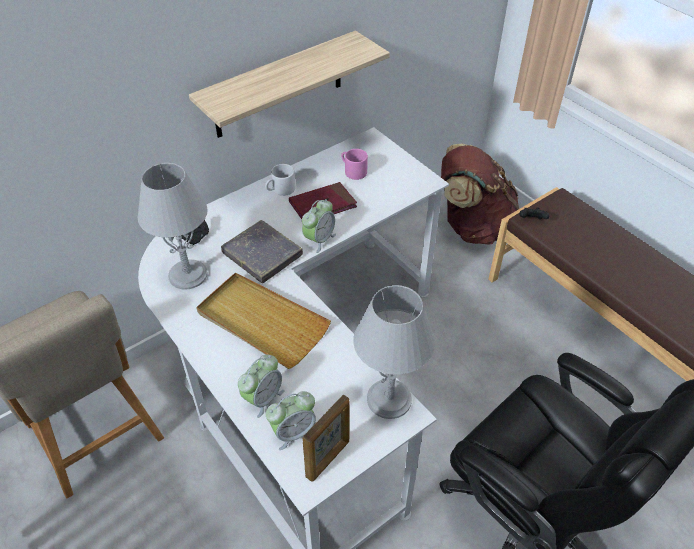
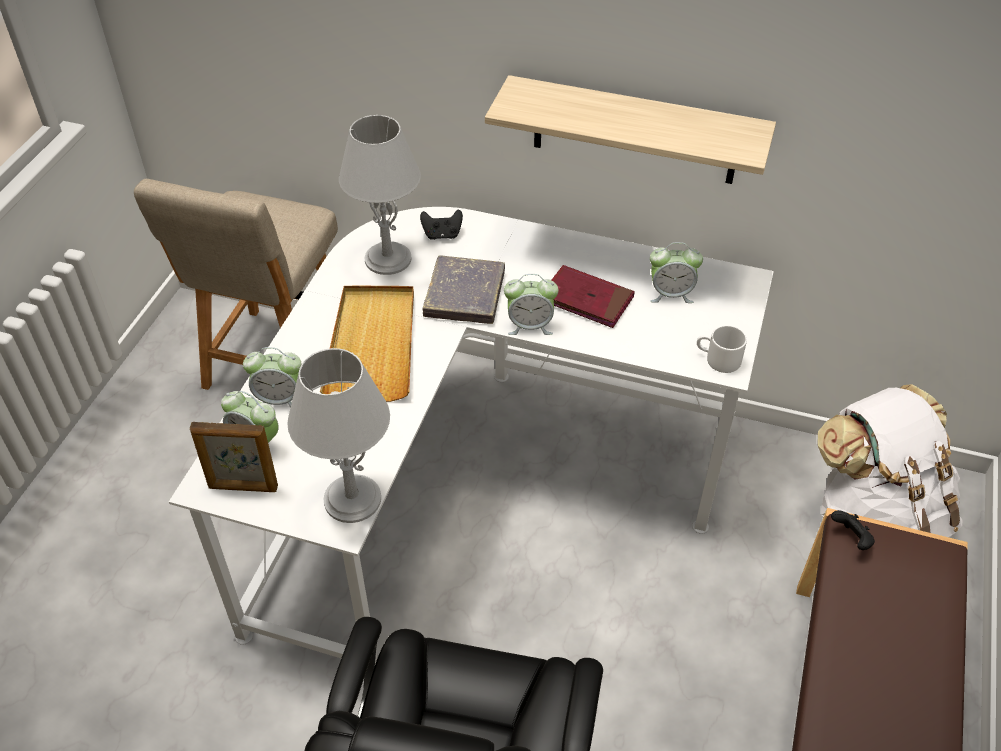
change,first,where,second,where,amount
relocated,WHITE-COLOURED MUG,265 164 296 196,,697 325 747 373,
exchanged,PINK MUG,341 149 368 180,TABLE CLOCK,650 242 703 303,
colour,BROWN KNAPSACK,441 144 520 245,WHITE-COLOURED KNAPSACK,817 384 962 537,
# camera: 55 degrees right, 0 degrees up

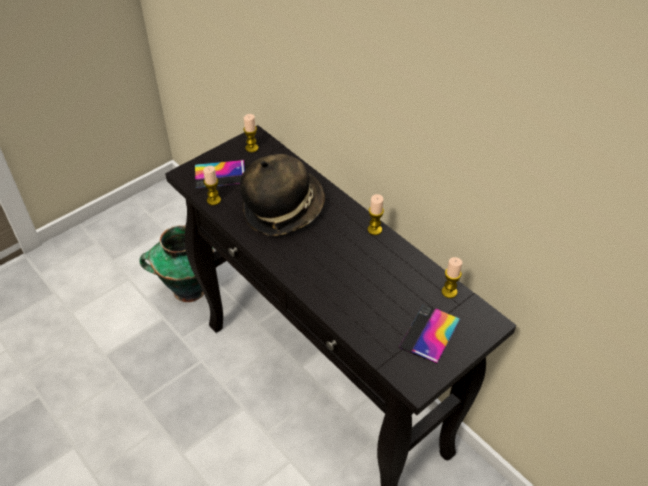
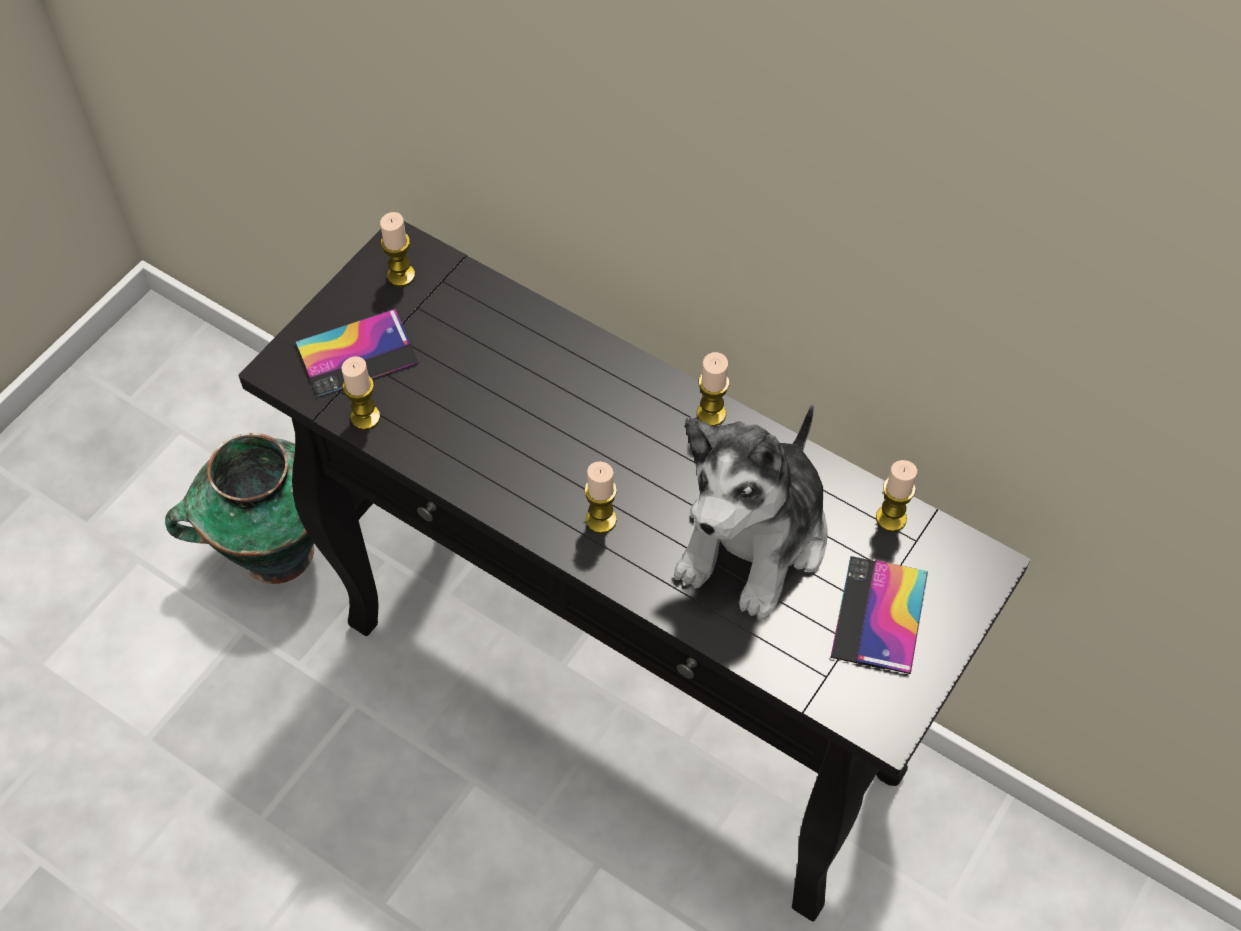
change,first,where,second,where,amount
missing,HAT,240 154 325 236,,,
appeared,,,CANDLE,584 461 617 534,
appeared,,,CUDDLY TOY,674 404 828 620,
# camera: 15 degrees left, 10 degrees up

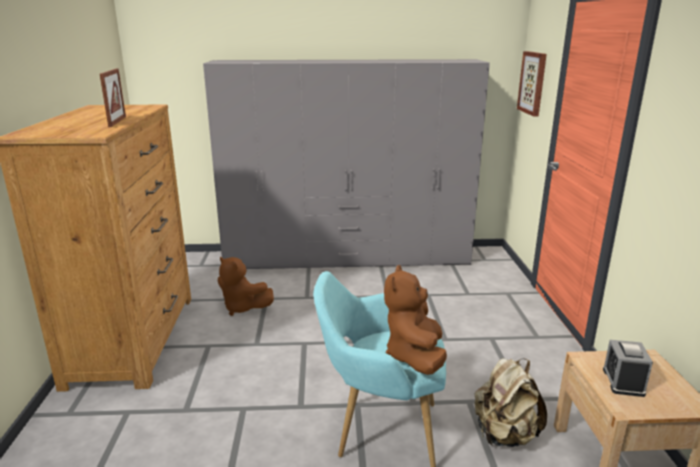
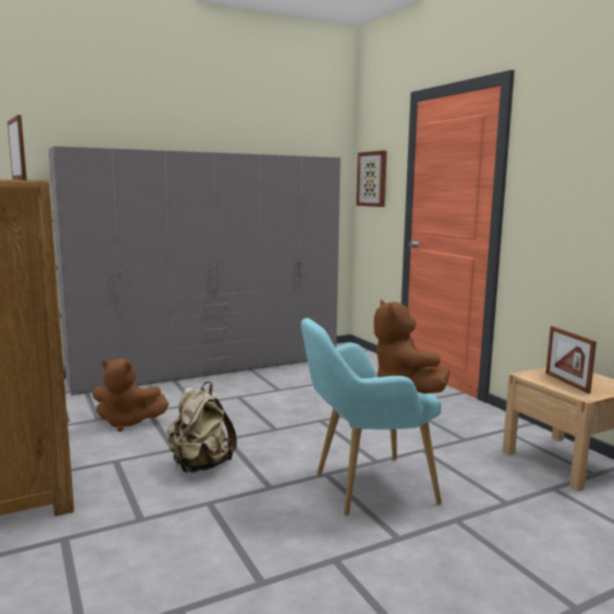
change,first,where,second,where,amount
relocated,SAND-COLOURED KNAPSACK,474 358 547 447,,167 382 237 473,
exchanged,TABLE CLOCK,603 340 653 397,PHOTO FRAME,546 326 597 394,
# camera: 25 degrees left, 10 degrees down

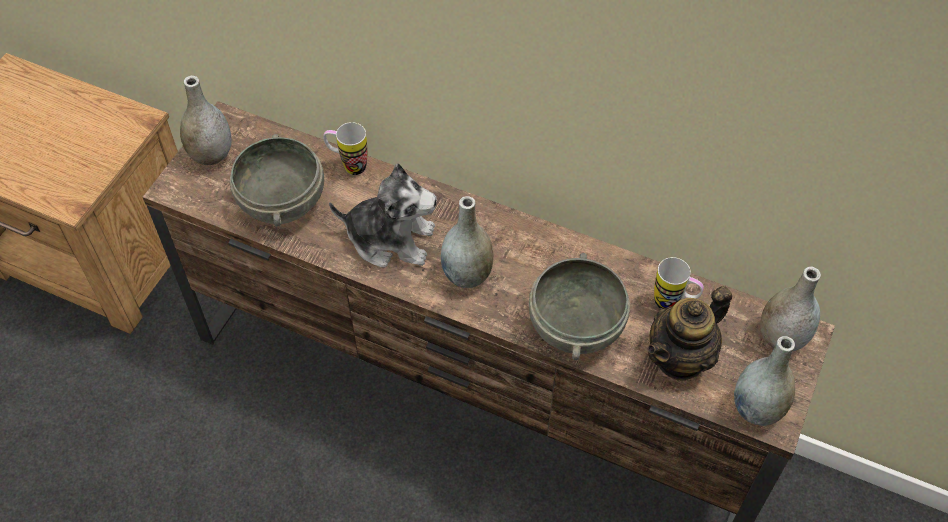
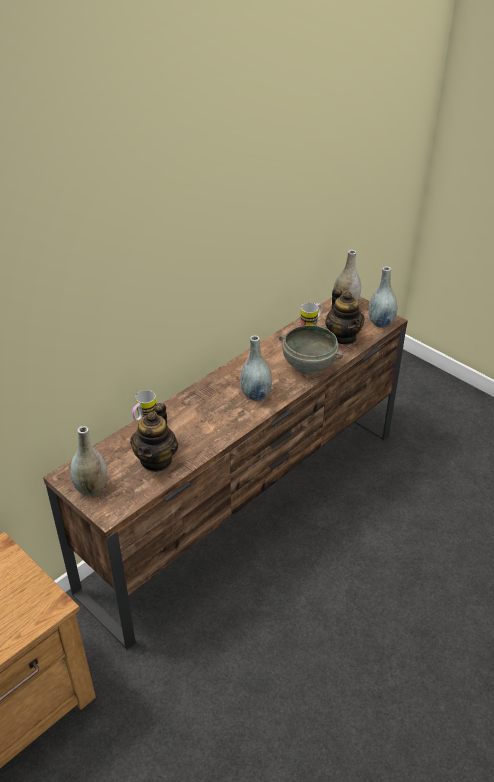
change,first,where,second,where,amount
missing,CUDDLY TOY,329 163 437 268,,,
exchanged,GREYISH SERVING BOWL,230 134 324 226,POT FOR TEA,130 403 178 472,
# camera: 70 degrees left, 15 degrees down

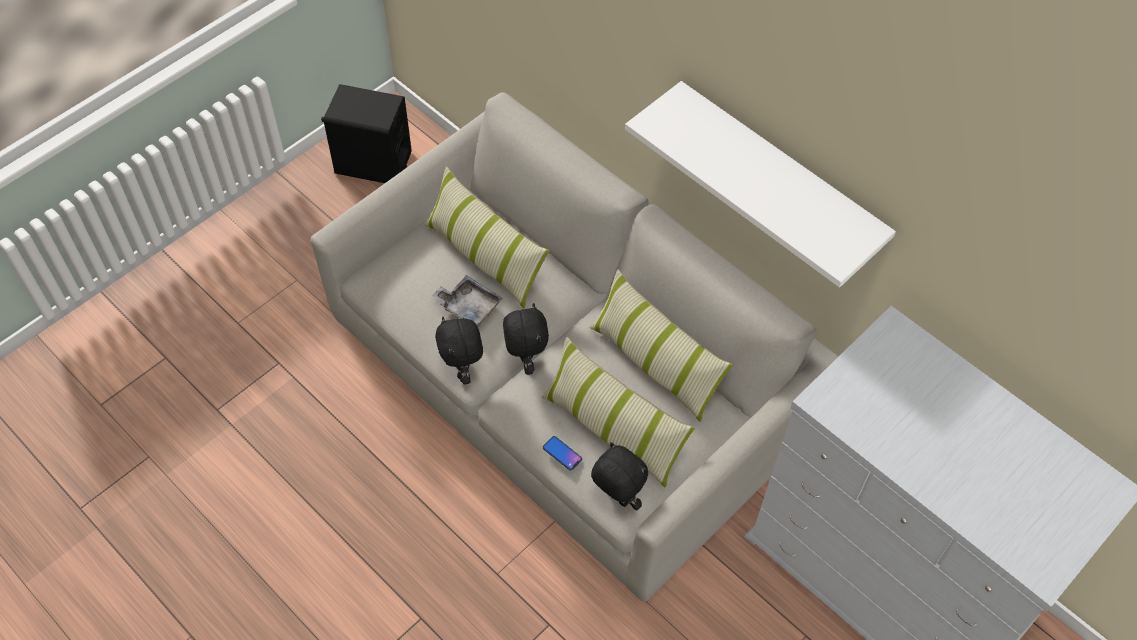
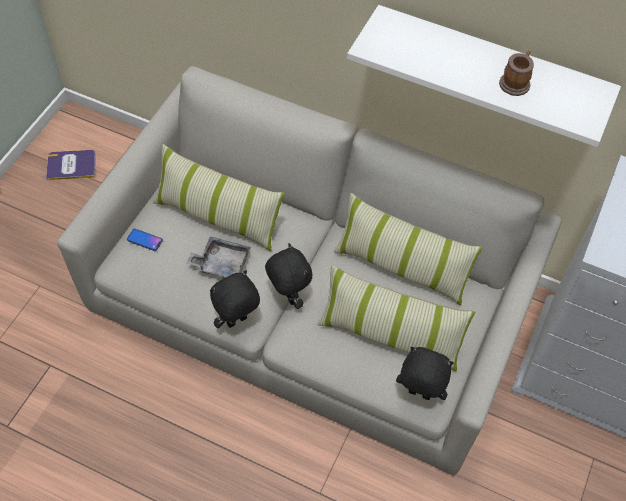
change,first,where,second,where,amount
appeared,,,MUG,499 51 534 96,
relocated,TELEPHONE,543 436 582 471,,127 229 163 251,
exchanged,BLACK SPEAKER,321 84 411 183,VOLUME,46 150 96 180,
spun,BLACK CUDDLY TOY,435 317 483 384,,210 270 260 328,90 degrees clockwise
# camera: 20 degrees left, 0 degrees up

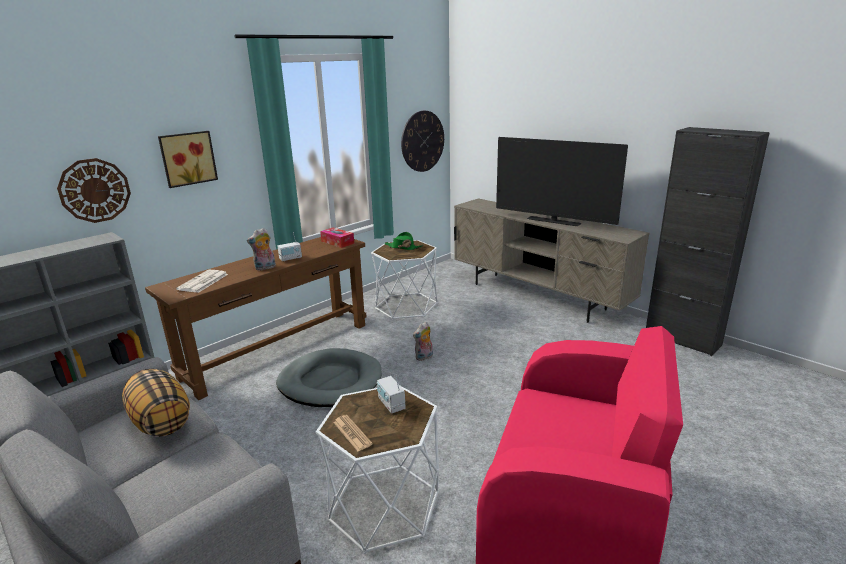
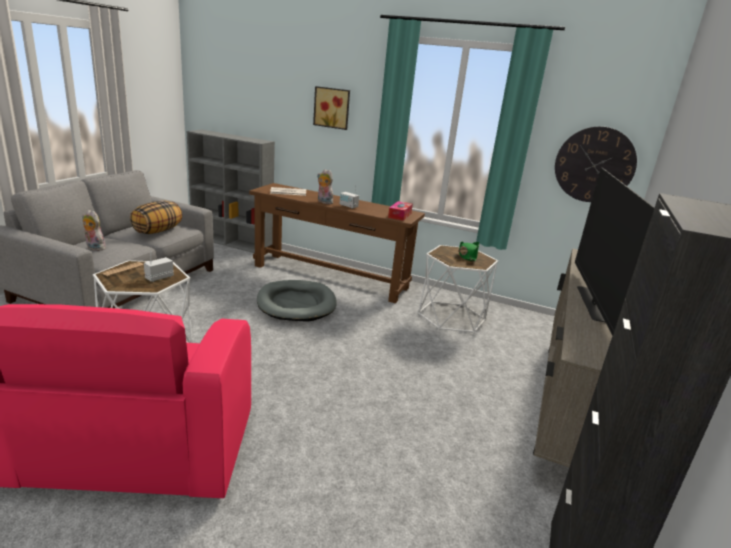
change,first,where,second,where,amount
missing,HANGING CLOCK,57 158 131 223,,,
relocated,CUDDLY TOY,413 322 433 361,,83 210 105 251,
# camera: 65 degrees right, 0 degrees up

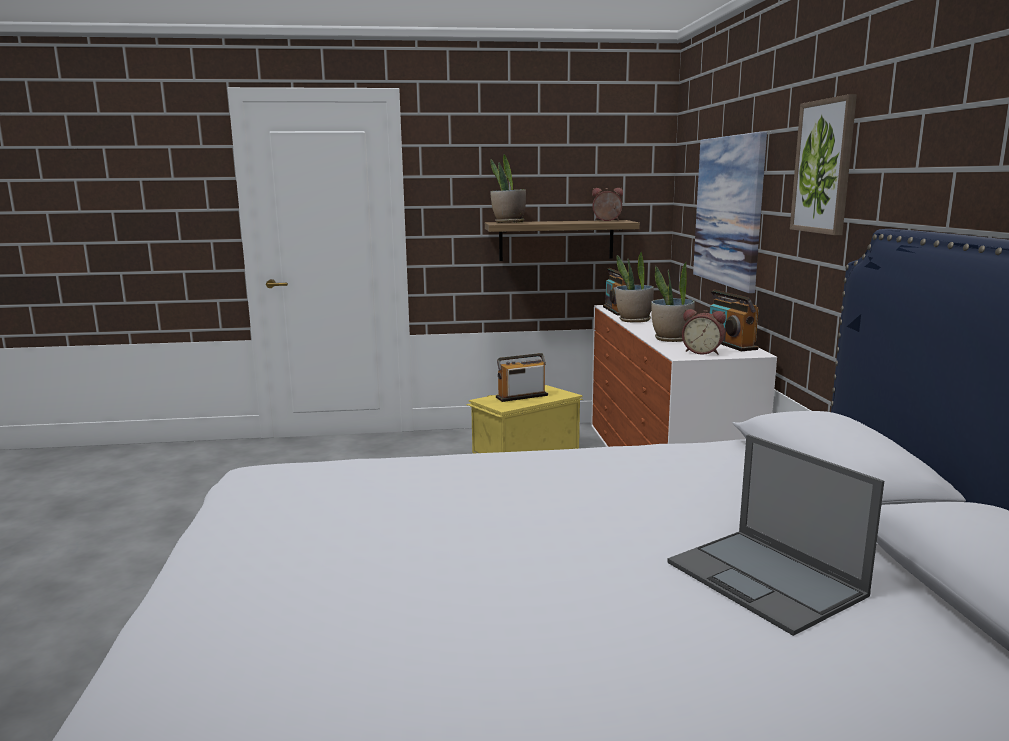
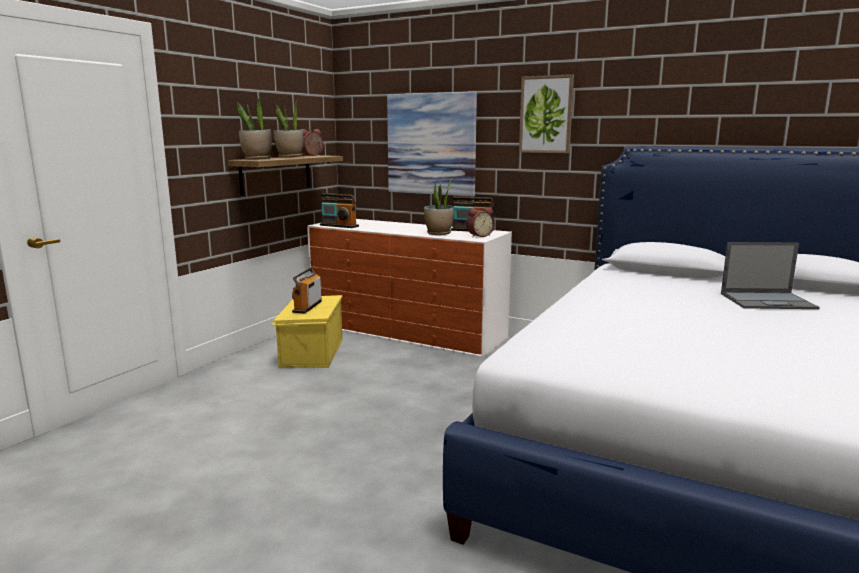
change,first,where,second,where,amount
relocated,PLANT IN A POT,616 251 654 323,,273 101 303 158,
# camera: 55 degrees left, 0 degrees up

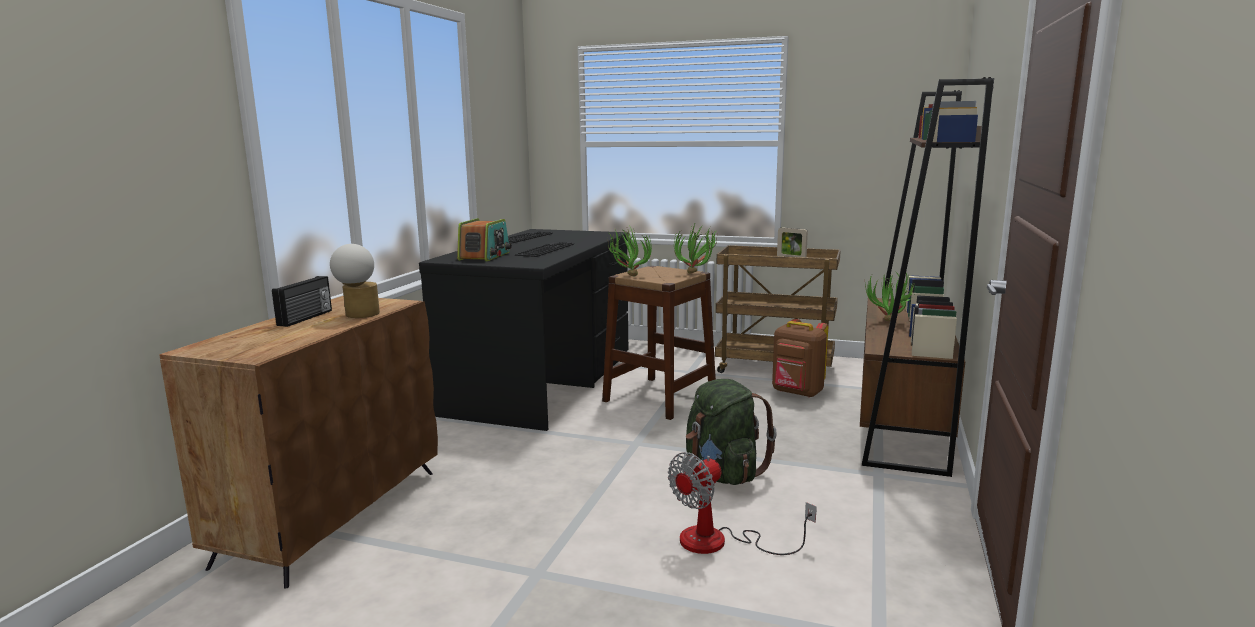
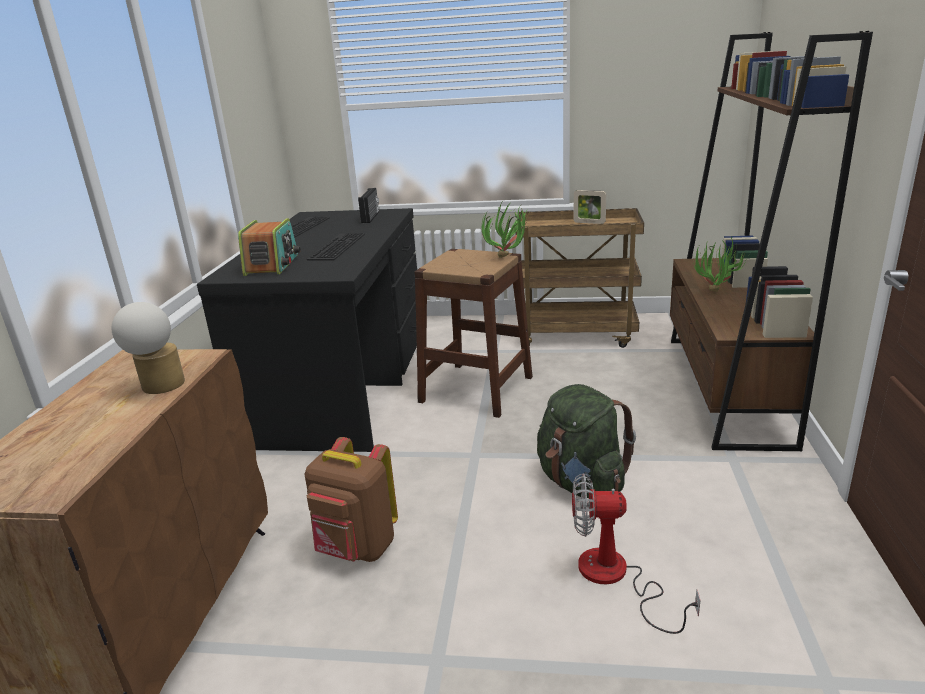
change,first,where,second,where,amount
missing,PLANT IN A POT,608 227 652 276,,,
relocated,RADIO RECEIVER,272 276 332 327,,358 188 379 223,
relocated,BROWN KNAPSACK,772 319 828 398,,304 437 398 562,
spun,COOLING FAN,668 452 817 555,,572 473 701 634,60 degrees clockwise
# camera: 10 degrees left, 10 degrees up

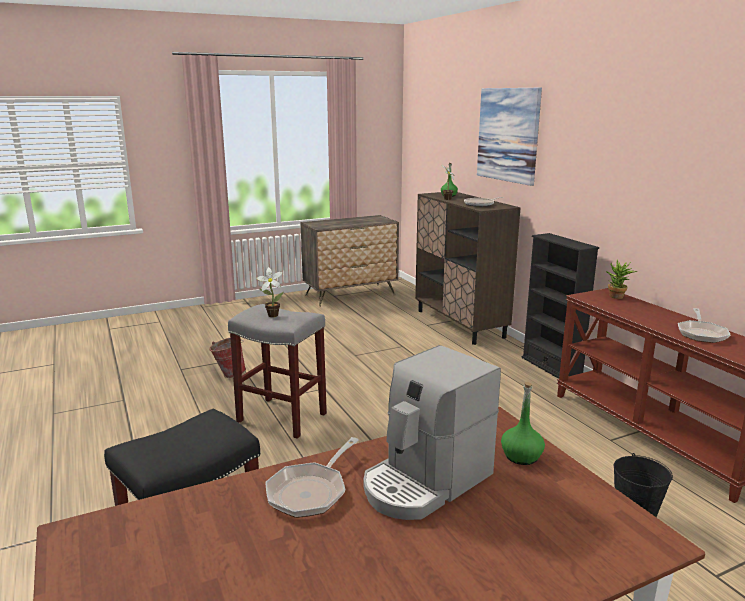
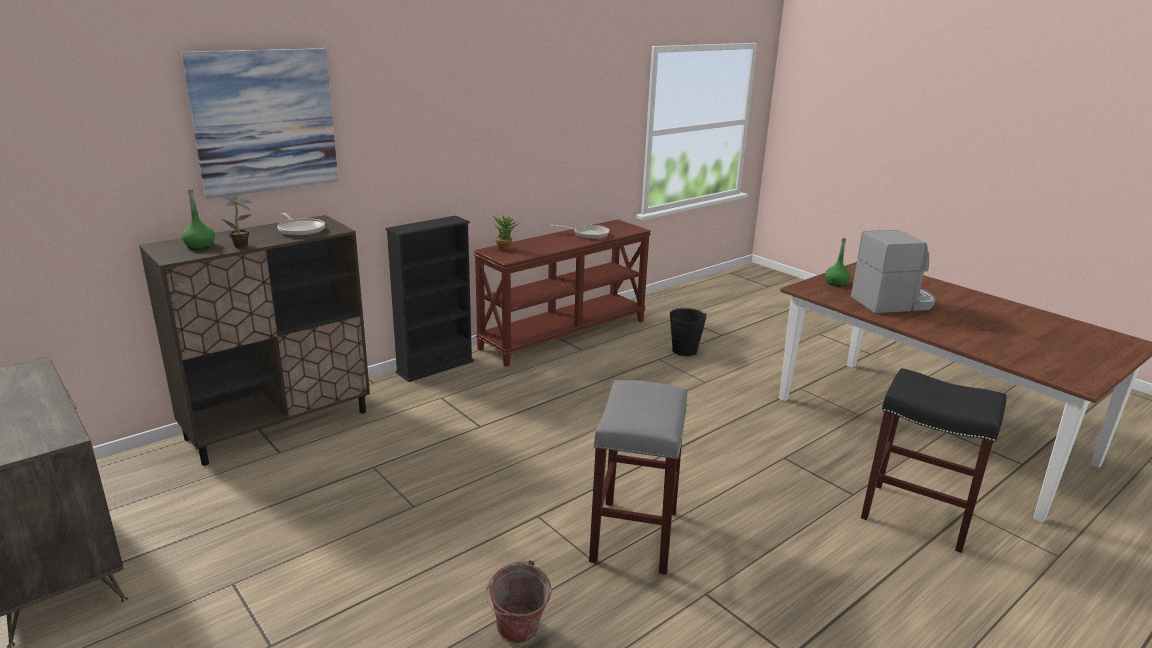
change,first,where,second,where,amount
missing,PLANT IN A POT,256 267 283 317,,,
missing,PAN,265 437 359 518,,,
spun,COFFEE MAKER,364 345 501 520,,851 230 936 313,45 degrees counterclockwise
# camera: 105 degrees left, 5 degrees up

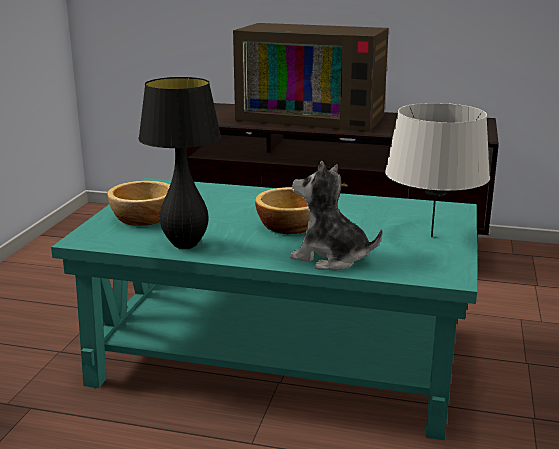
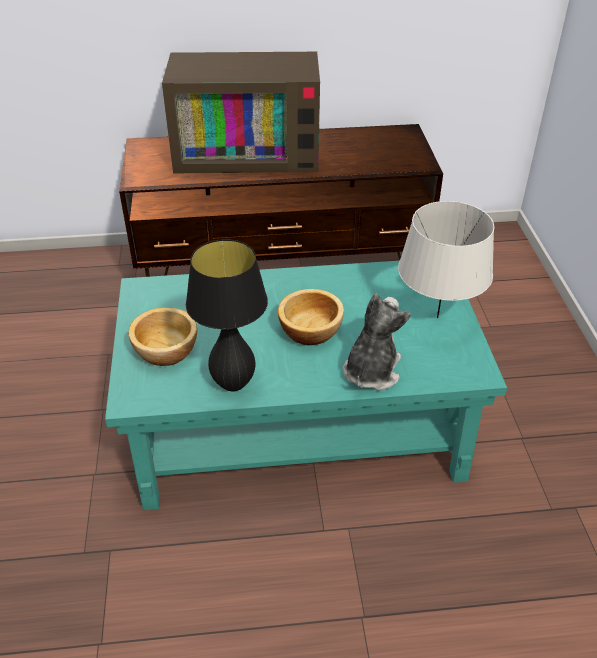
change,first,where,second,where,amount
spun,CUDDLY TOY,290 161 382 271,,343 294 411 391,105 degrees clockwise
# camera: 20 degrees left, 20 degrees up

